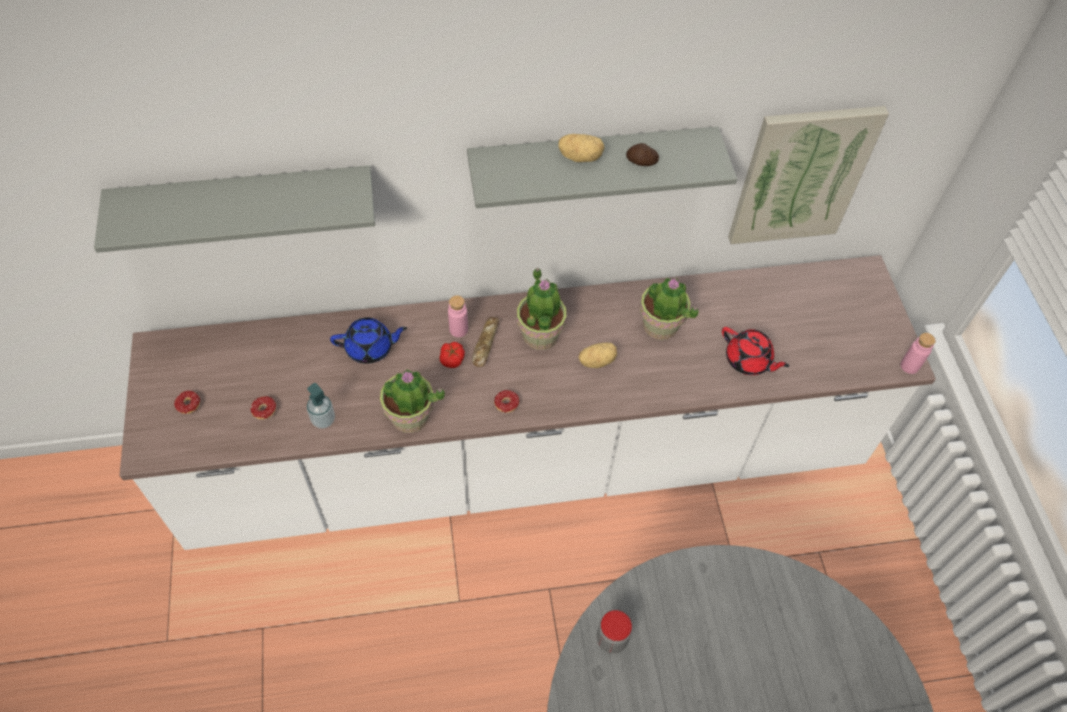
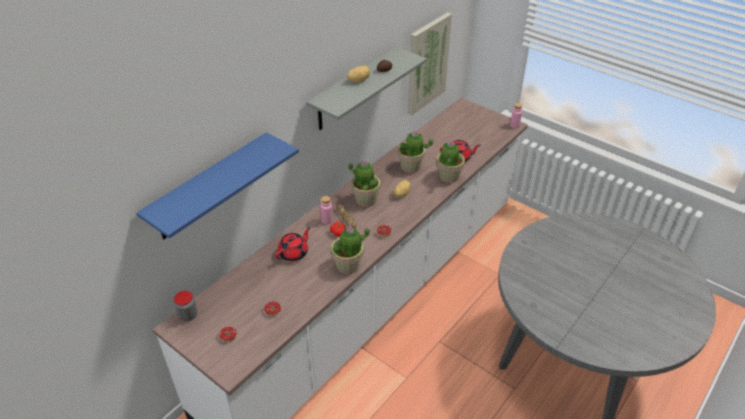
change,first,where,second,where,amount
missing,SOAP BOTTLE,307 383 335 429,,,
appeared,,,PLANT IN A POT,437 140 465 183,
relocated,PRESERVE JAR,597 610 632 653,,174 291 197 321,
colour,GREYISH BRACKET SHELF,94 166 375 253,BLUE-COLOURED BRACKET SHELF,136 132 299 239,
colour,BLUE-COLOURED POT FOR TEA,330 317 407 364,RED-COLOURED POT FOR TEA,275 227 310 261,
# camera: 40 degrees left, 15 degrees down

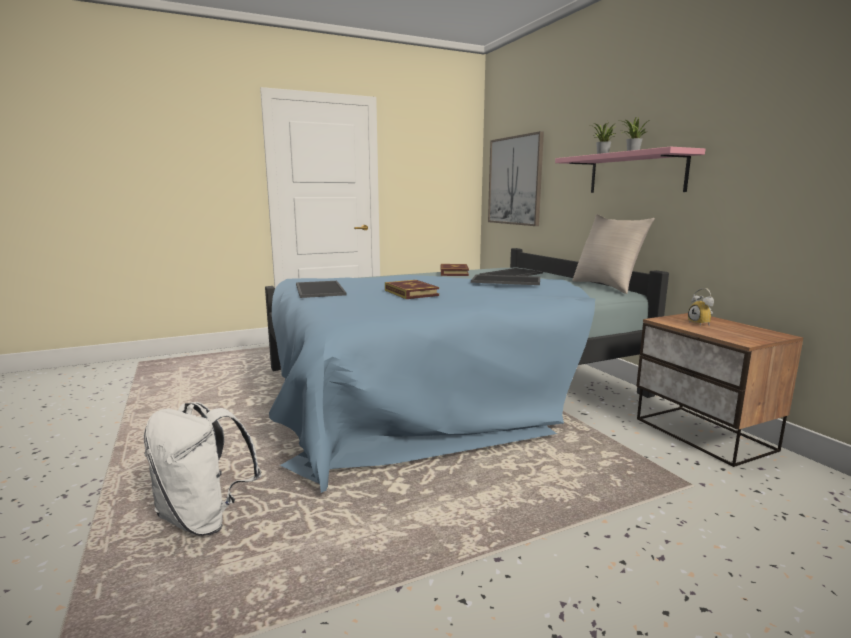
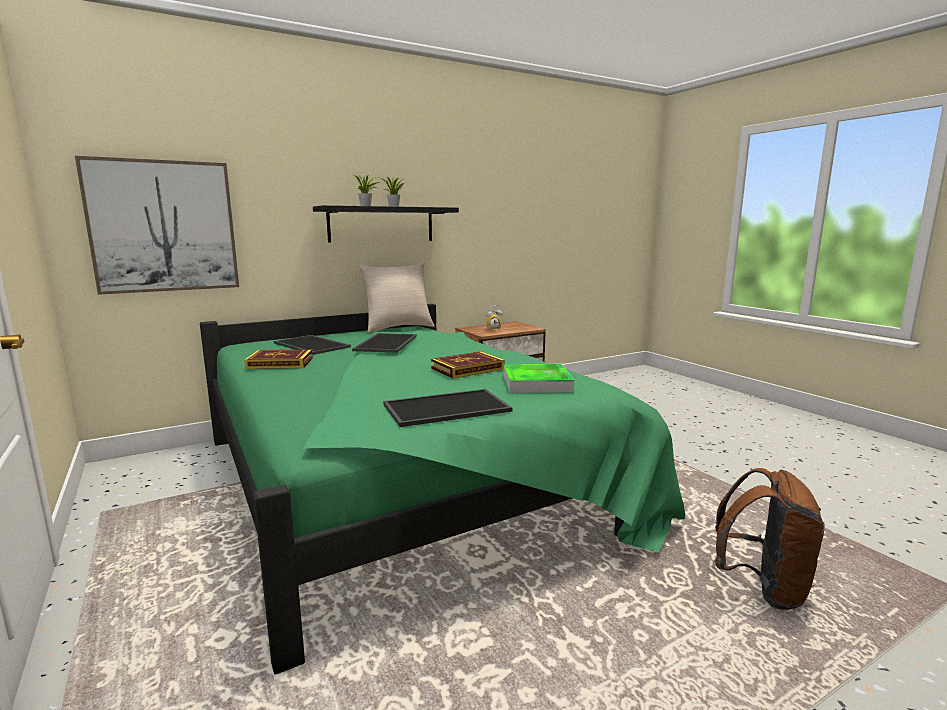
change,first,where,second,where,amount
appeared,,,SERVING TRAY,503 364 574 393,
colour,WHITE-COLOURED KNAPSACK,143 402 262 536,BROWN KNAPSACK,715 468 825 610,
colour,BLUE-COLOURED BED,265 248 669 493,GREEN-COLOURED BED,200 304 685 674,
colour,PINK BRACKET SHELF,555 147 705 193,BLACK BRACKET SHELF,313 205 459 242,
# camera: 95 degrees left, 0 degrees up

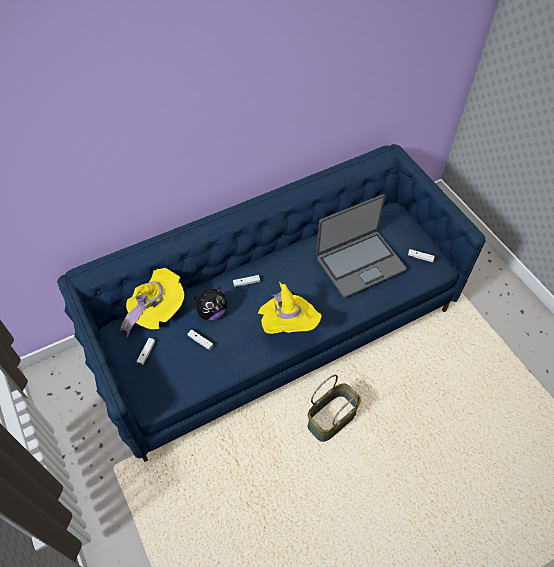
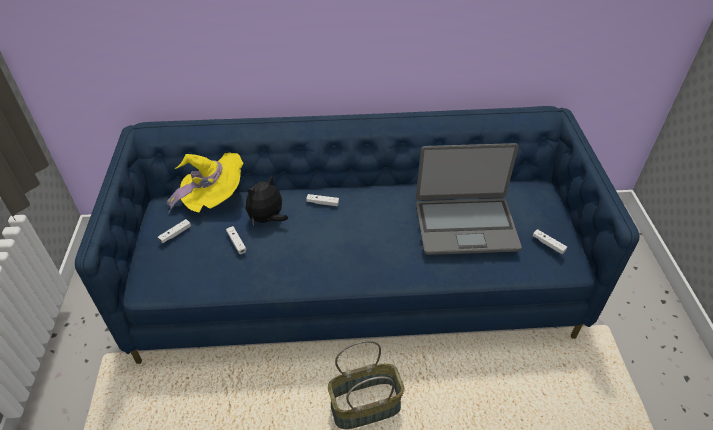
change,first,where,second,where,amount
missing,YELLOW-COLOURED HAT,258 281 322 334,,,
spun,CUDDLY TOY,194 287 227 320,,246 176 288 226,150 degrees clockwise
# camera: 25 degrees right, 10 degrees down

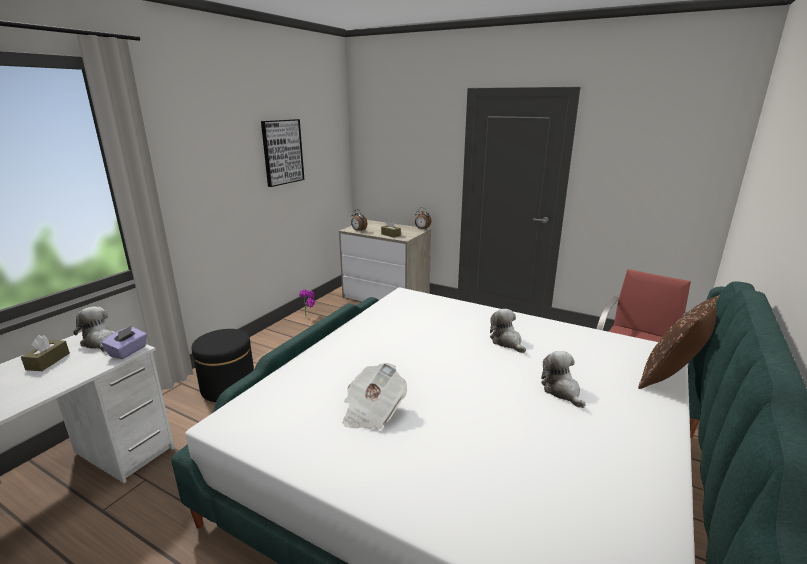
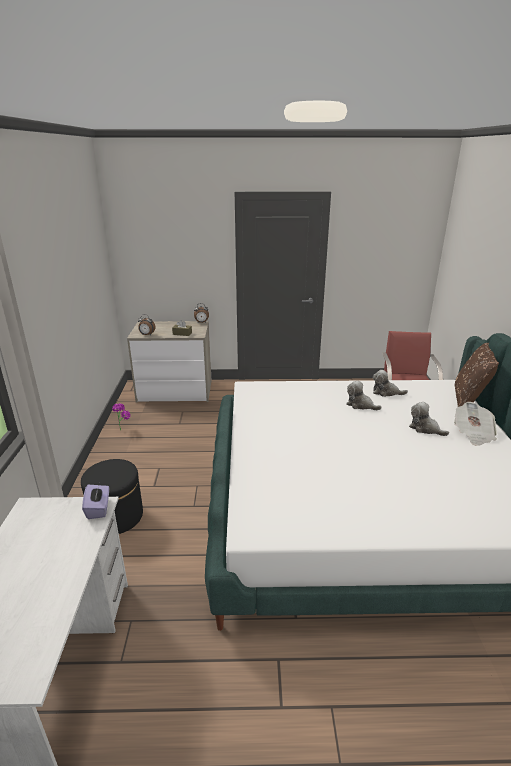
change,first,where,second,where,amount
missing,BROWN TISSUE BOX,21 335 70 371,,,
missing,WALL PICTURE,261 119 304 187,,,
relocated,CUDDLY TOY,73 306 115 352,,373 370 408 397,
relocated,PRINTED PAPER,343 363 407 430,,454 402 497 446,
# camera: 30 degrees left, 5 degrees up

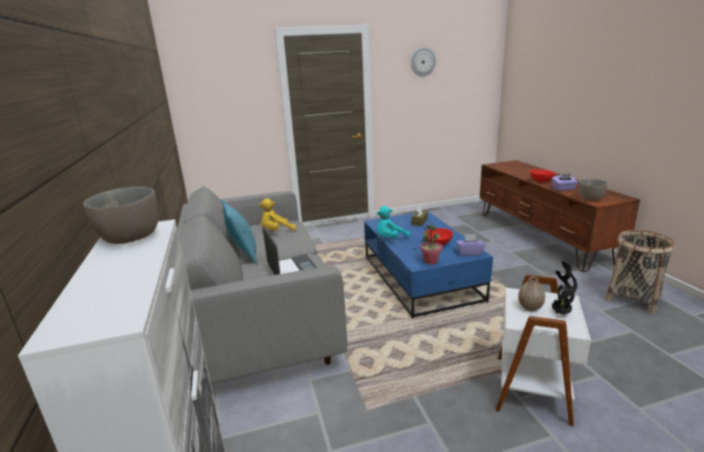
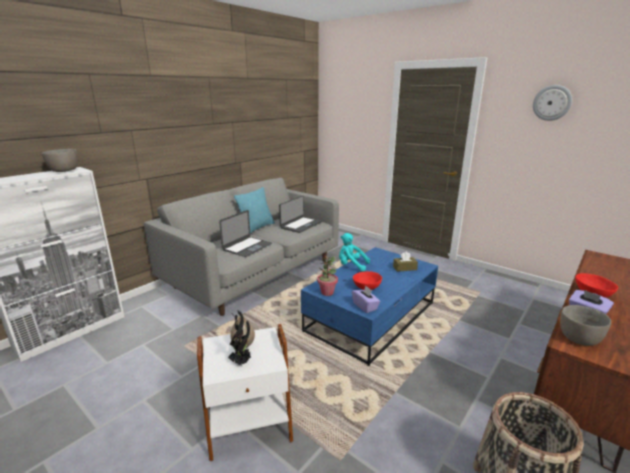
change,first,where,second,where,amount
exchanged,YELLOW-COLOURED CUDDLY TOY,259 199 296 231,NOTEBOOK COMPUTER,279 196 322 233,
# camera: 55 degrees right, 0 degrees up

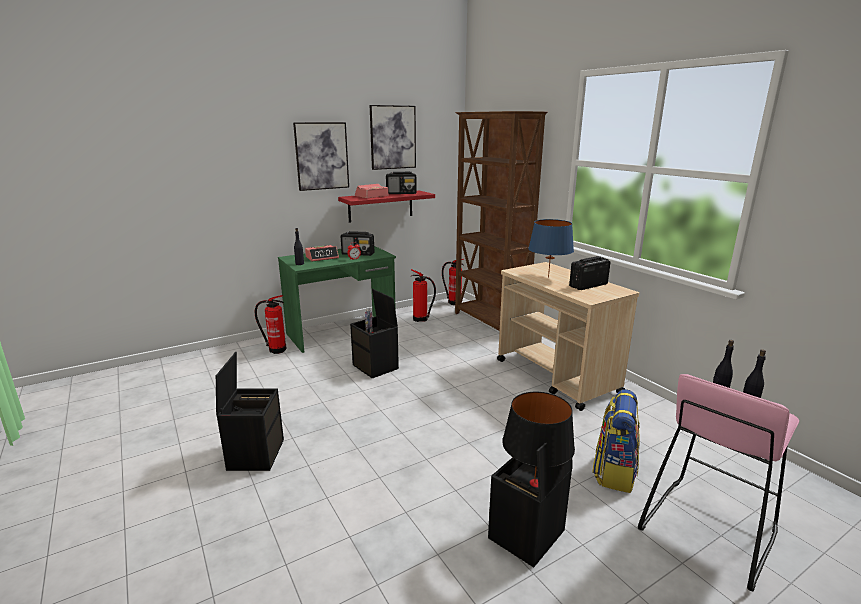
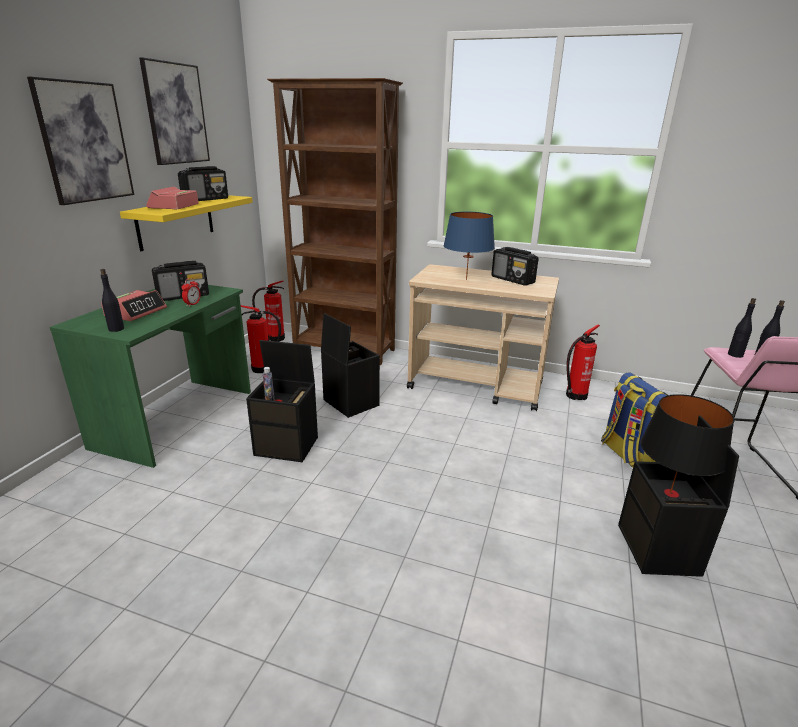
change,first,where,second,where,amount
relocated,BLACK STORAGE BOX,216 352 284 471,,321 313 380 418,
relocated,FIRE-FIGHTING CYLINDER,255 295 287 354,,566 325 600 400,
colour,RED-COLOURED BRACKET SHELF,338 191 435 223,YELLOW-COLOURED BRACKET SHELF,120 195 253 251,
spun,RADIO RECEIVER,569 256 611 290,,491 247 539 285,60 degrees counterclockwise
# camera: 40 degrees left, 5 degrees up

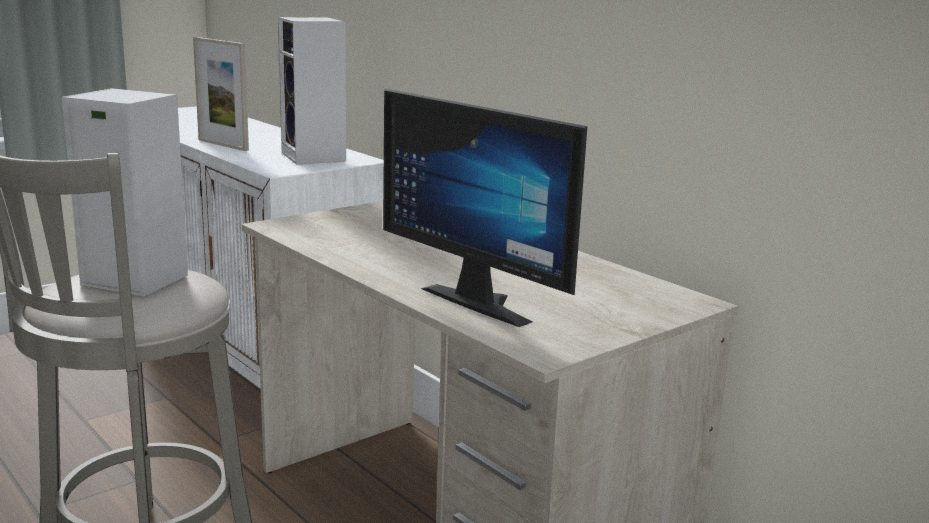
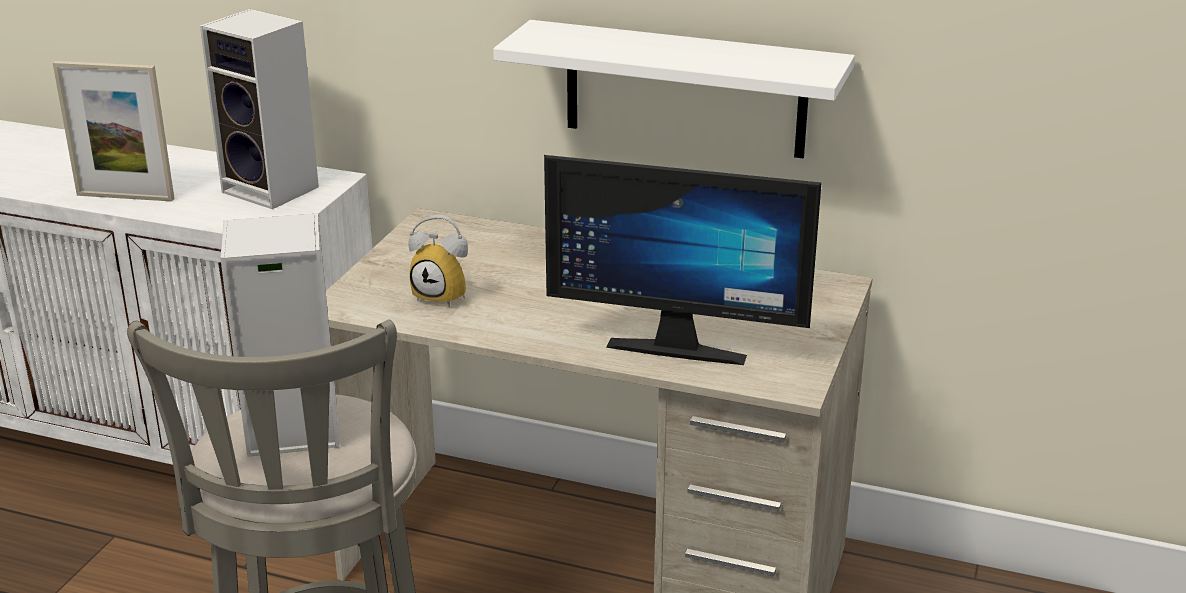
change,first,where,second,where,amount
appeared,,,TABLE CLOCK,408 215 468 307,
appeared,,,WHITE-COLOURED BRACKET SHELF,493 20 855 158,
# camera: 30 degrees left, 10 degrees up

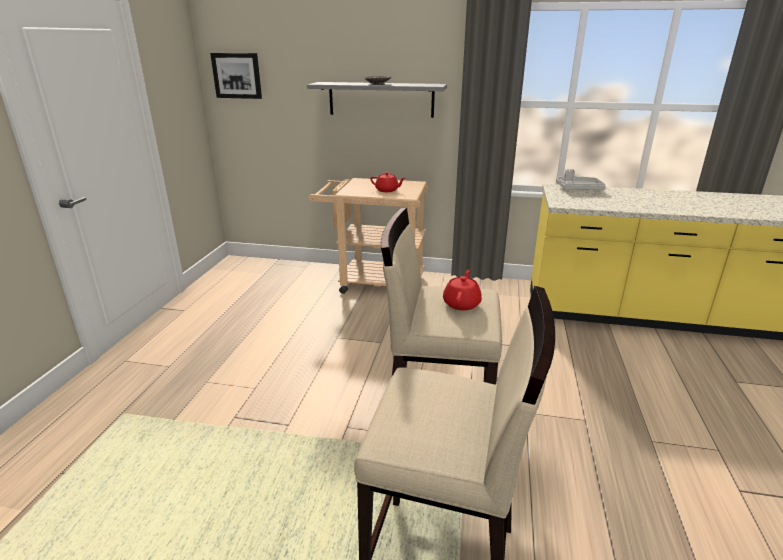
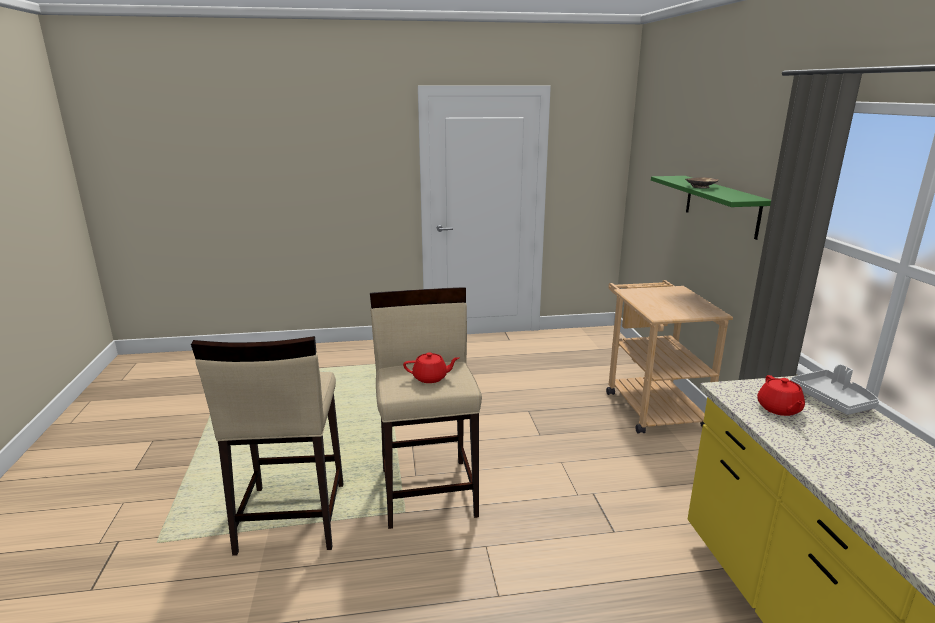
change,first,where,second,where,amount
missing,WALL PICTURE,210 53 262 99,,,
relocated,RED-COLOURED POT FOR TEA,370 172 405 192,,757 375 805 416,
colour,GREYISH BRACKET SHELF,307 82 447 118,GREEN-COLOURED BRACKET SHELF,651 176 771 240,
# camera: 70 degrees right, 5 degrees down

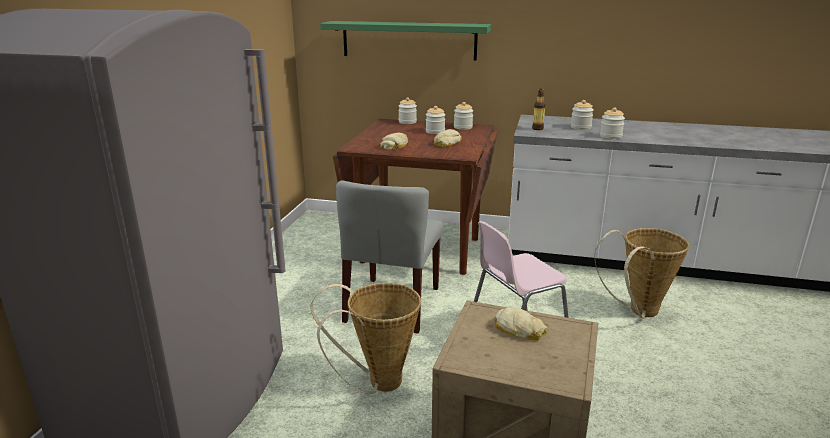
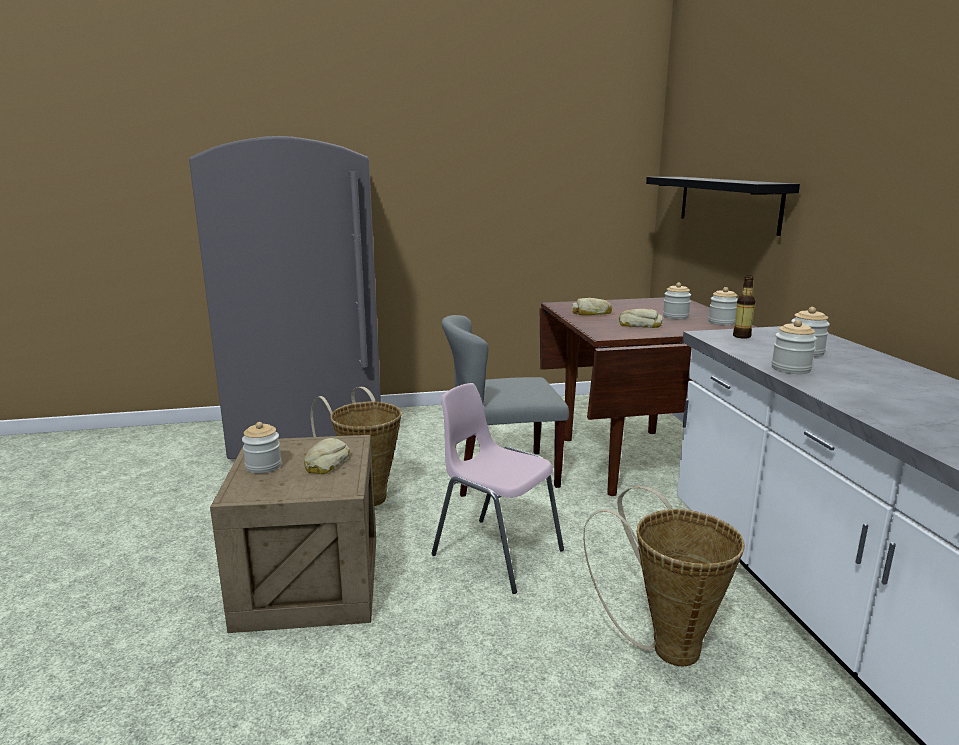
change,first,where,second,where,amount
relocated,PRESERVE JAR,398 97 417 124,,242 422 282 473,
colour,GREEN-COLOURED BRACKET SHELF,320 21 491 61,BLACK BRACKET SHELF,646 177 800 236,
# camera: 65 degrees right, 5 degrees down

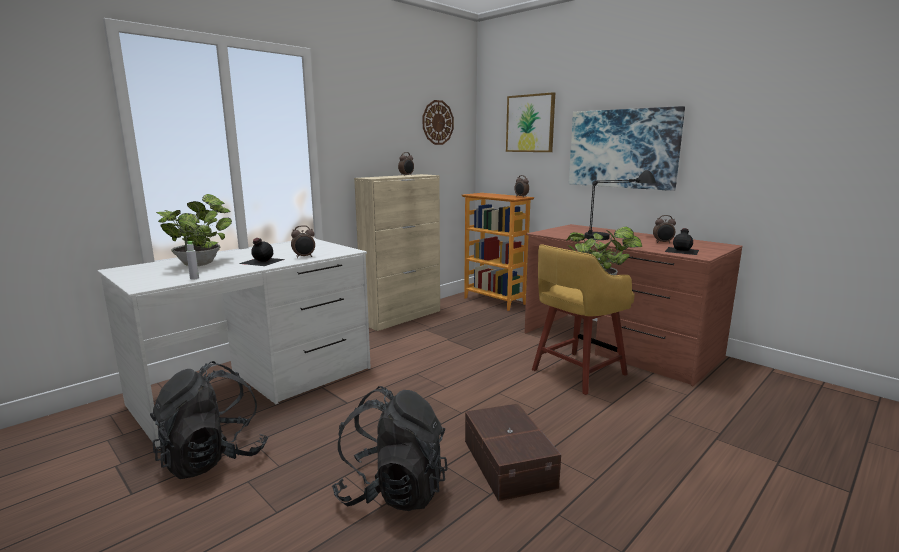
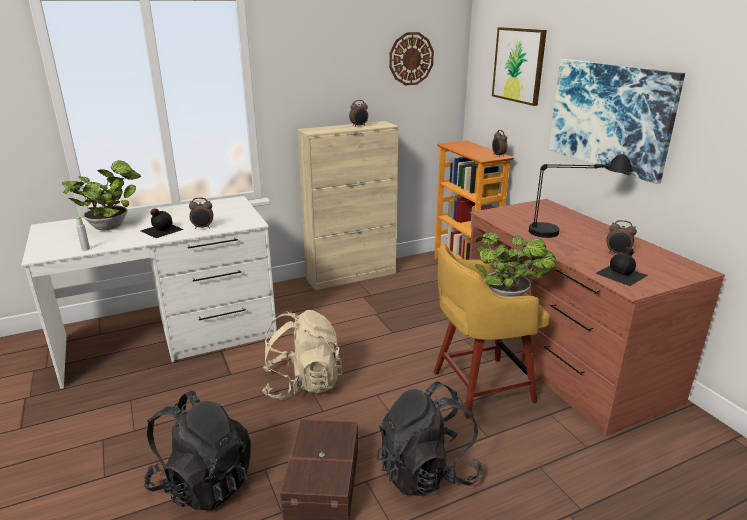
change,first,where,second,where,amount
appeared,,,SAND-COLOURED KNAPSACK,262 310 342 400,
relocated,BLACK KNAPSACK,150 361 268 479,,377 382 482 496,
# camera: 20 degrees right, 10 degrees up

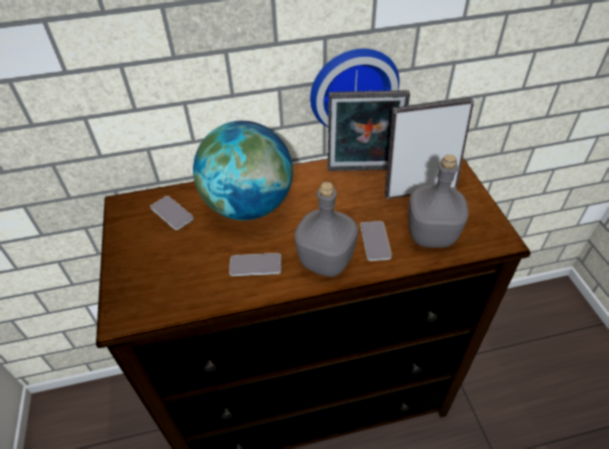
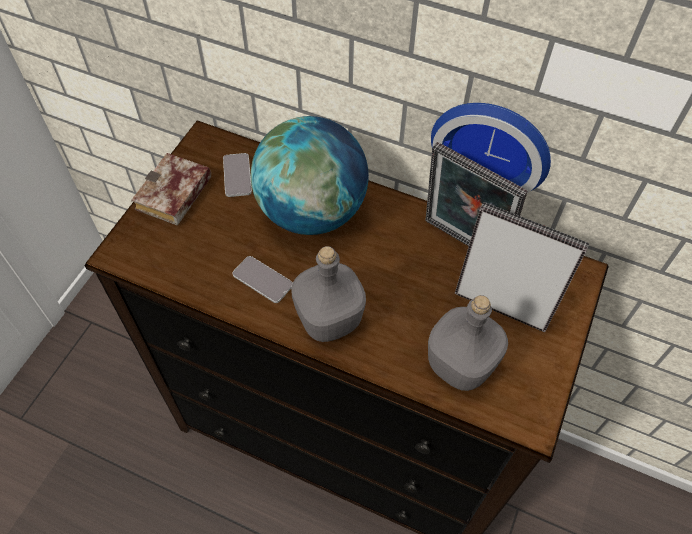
change,first,where,second,where,amount
missing,TELEPHONE,360 221 392 261,,,
appeared,,,VOLUME,131 153 211 226,
# camera: 35 degrees right, 10 degrees up

